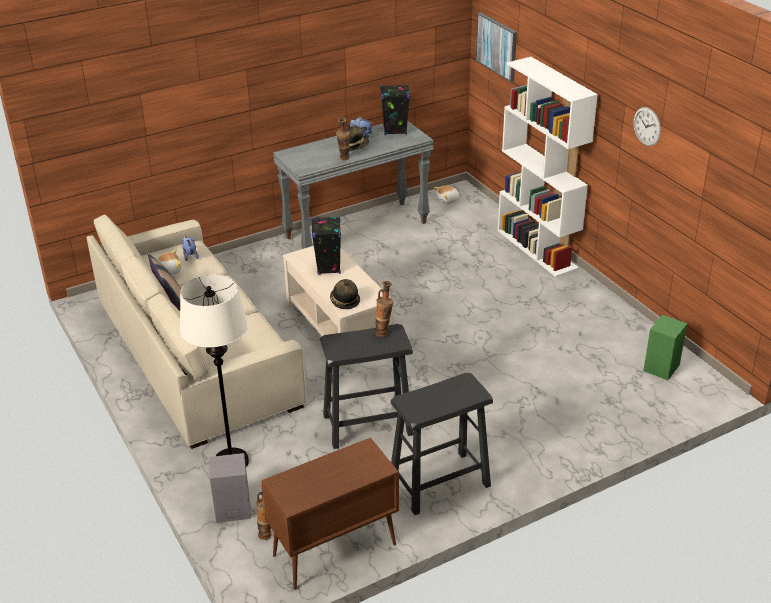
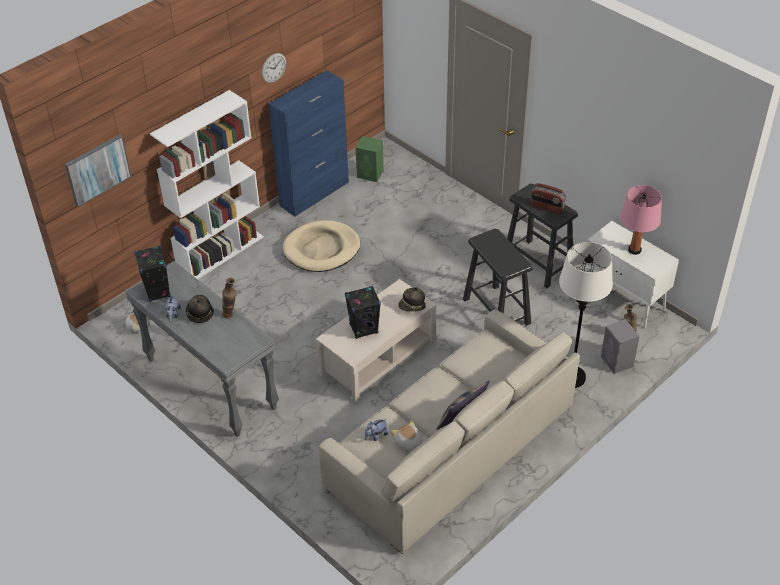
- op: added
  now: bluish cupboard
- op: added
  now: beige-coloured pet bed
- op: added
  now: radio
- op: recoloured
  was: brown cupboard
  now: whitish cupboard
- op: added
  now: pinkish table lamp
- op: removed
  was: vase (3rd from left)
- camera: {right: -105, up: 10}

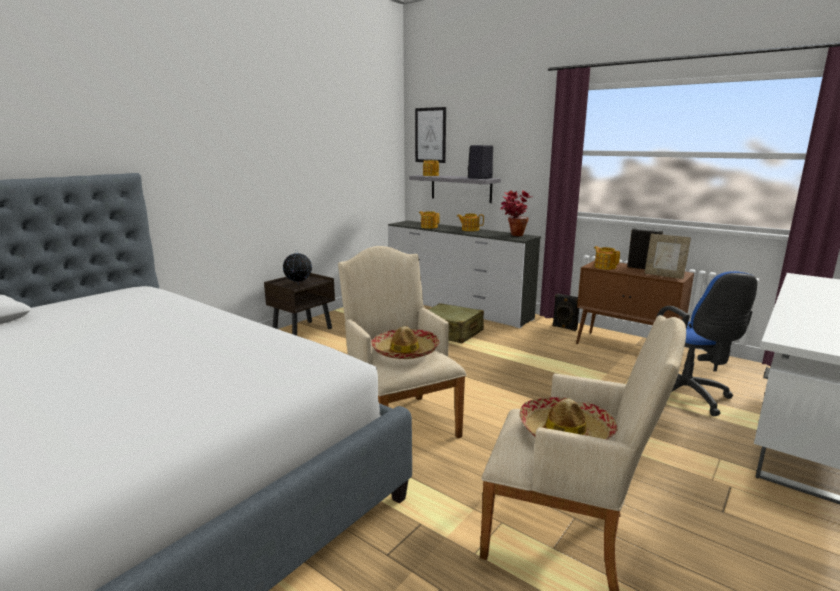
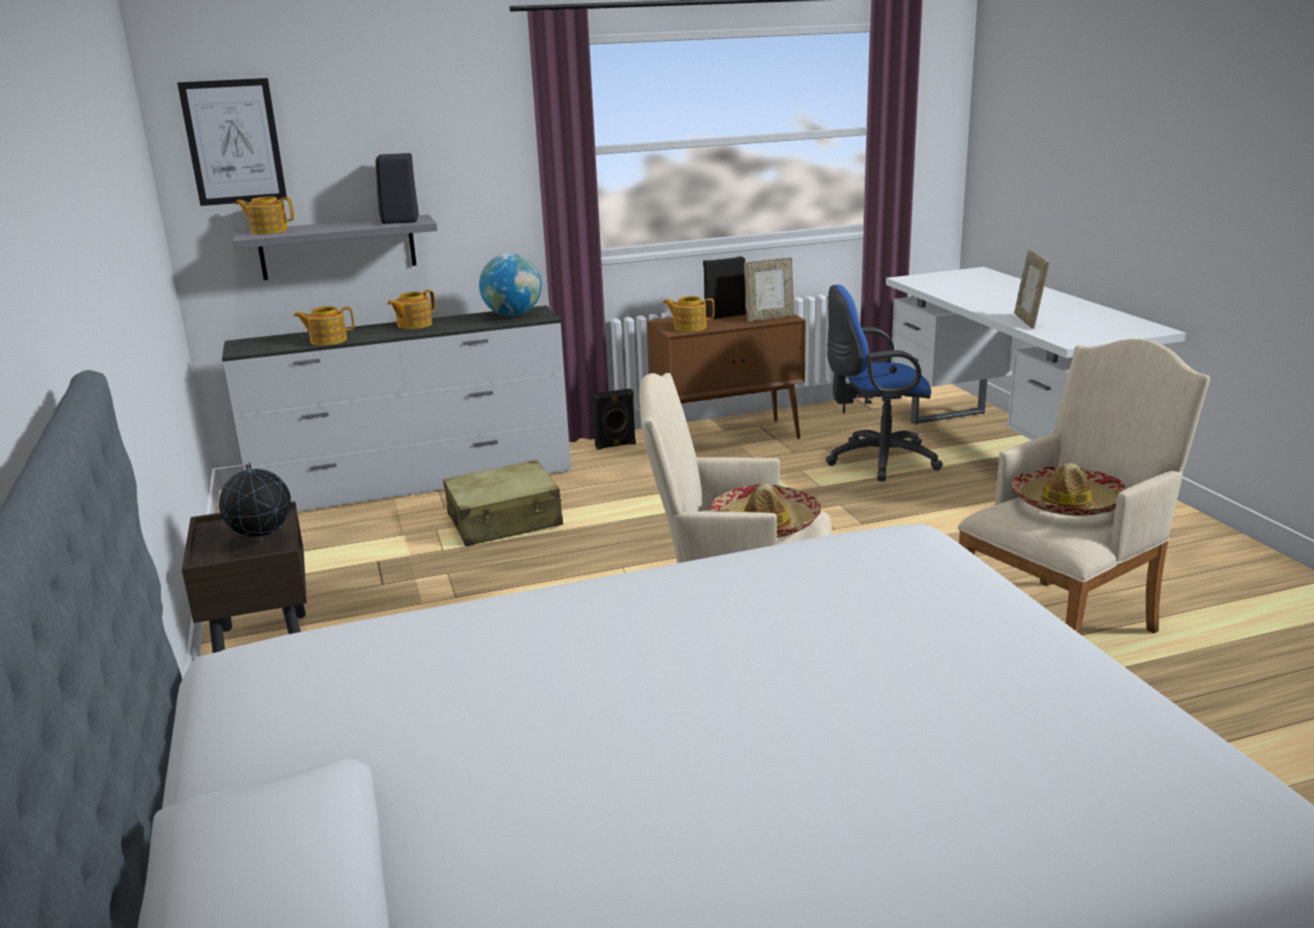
- op: replaced
  was: potted plant
  now: globe (2nd from left)
- op: turned
  was: bluish desk chair
  clockwise: 150
- op: added
  now: standing frame (2nd from left)
- camera: {right: -55, up: 5}

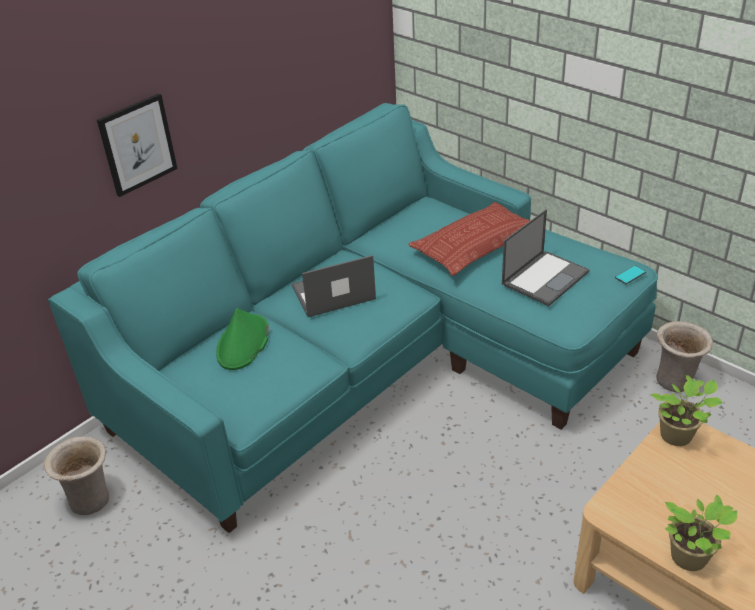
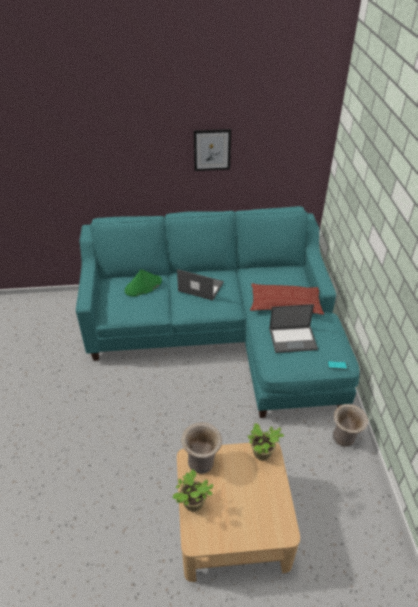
- op: moved
  was: beige-coloured vase (1st from left)
- op: moved
  was: picture
- camera: {right: 40, up: 5}

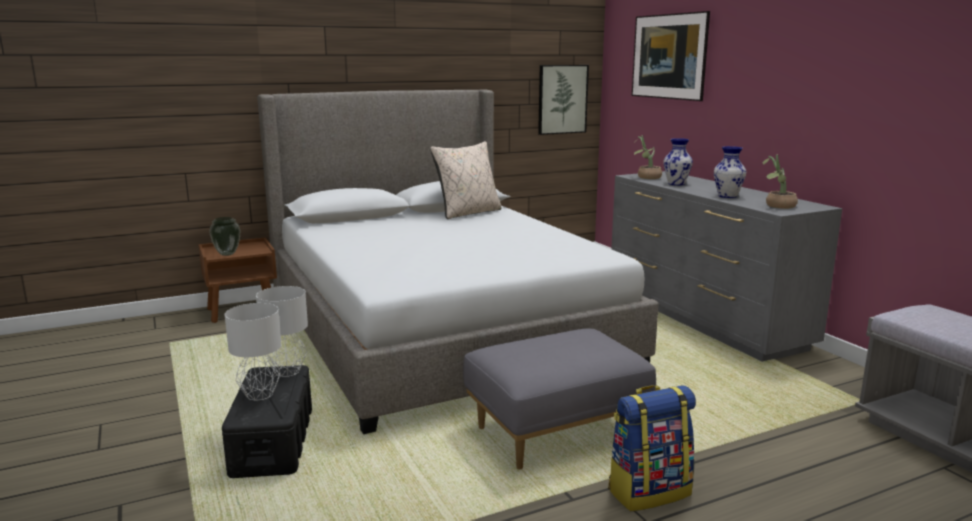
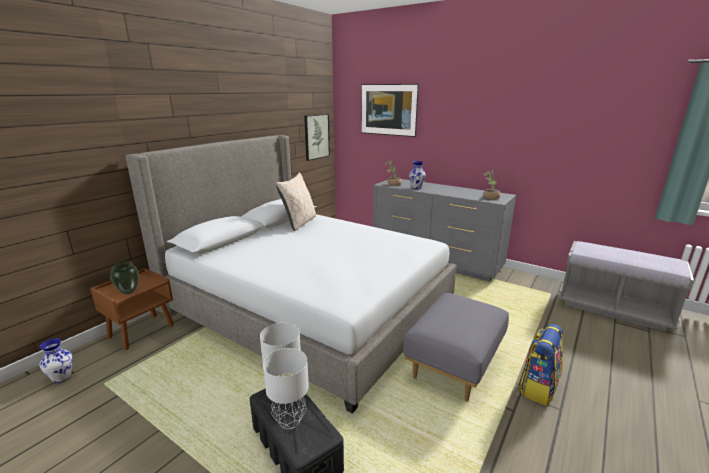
- op: moved
  was: vase (3rd from left in the first image)
  now: vase (1st from left)
- camera: {right: -30, up: 5}

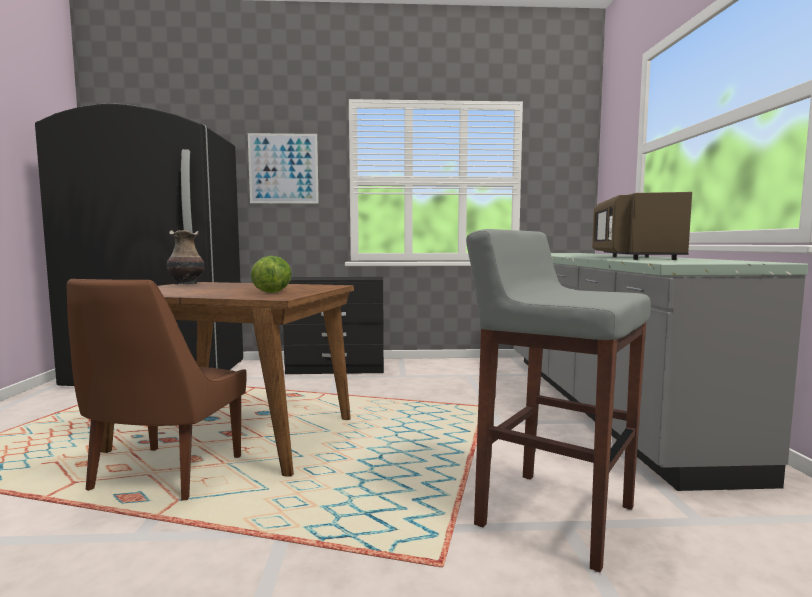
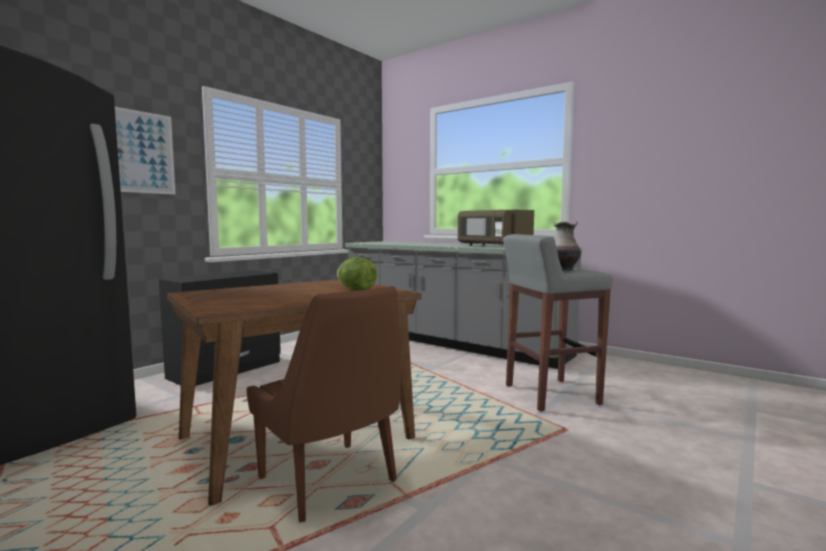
- op: moved
  was: vase
- camera: {right: -50, up: 0}

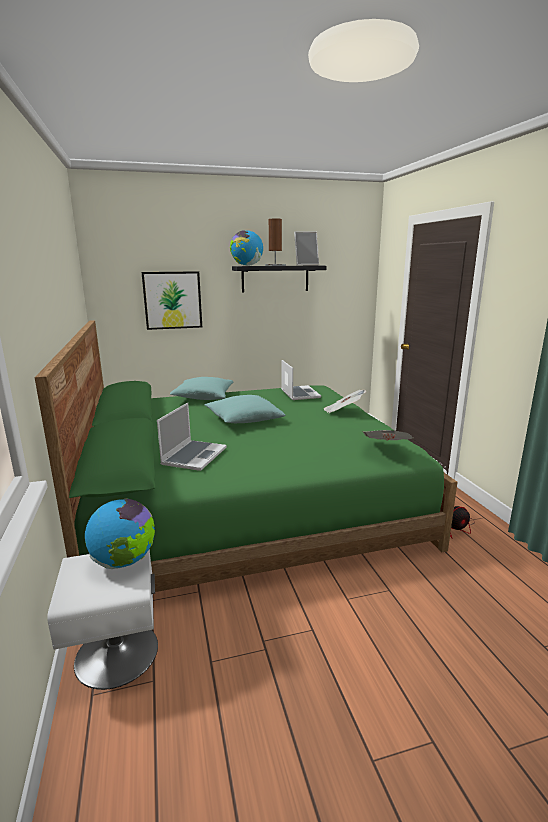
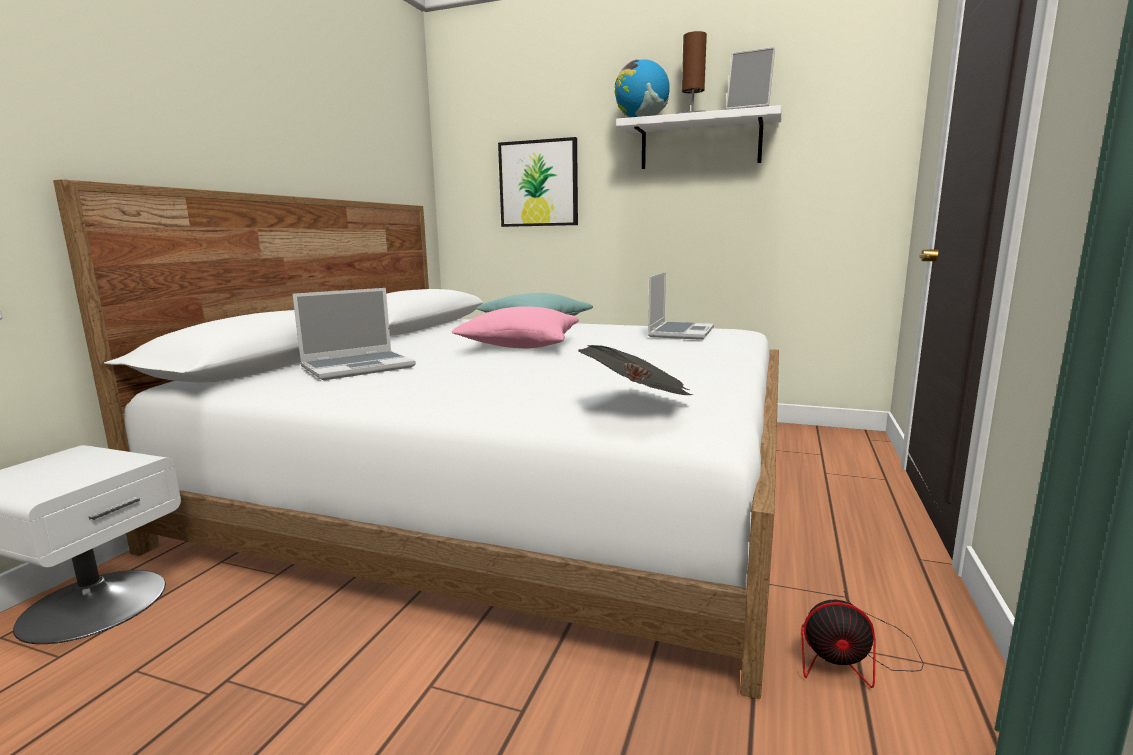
- op: recoloured
  was: green sleeping bed
  now: whitish sleeping bed
- op: recoloured
  was: blue-green throw pillow (2nd from left)
  now: pinkish throw pillow
- op: recoloured
  was: blackish shelf
  now: whitish shelf
- op: removed
  was: globe (1st from left)
- op: removed
  was: newspaper (1st from left)
- camera: {right: 35, up: -5}

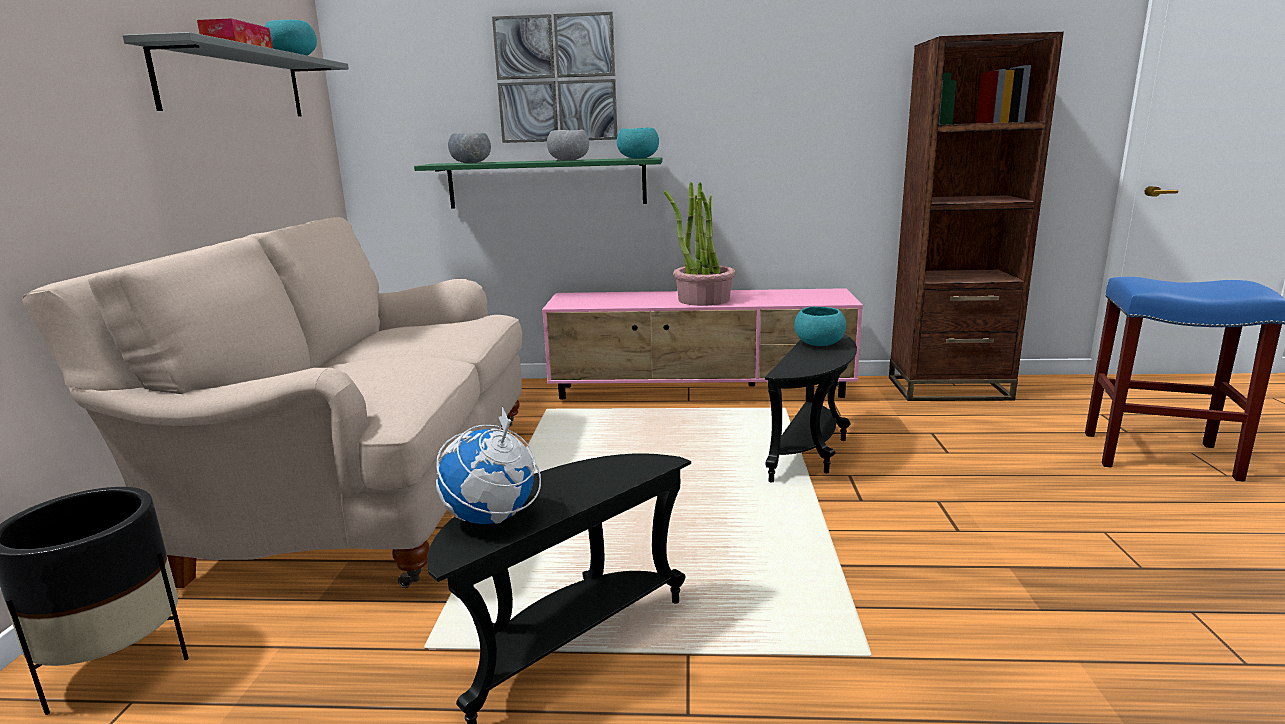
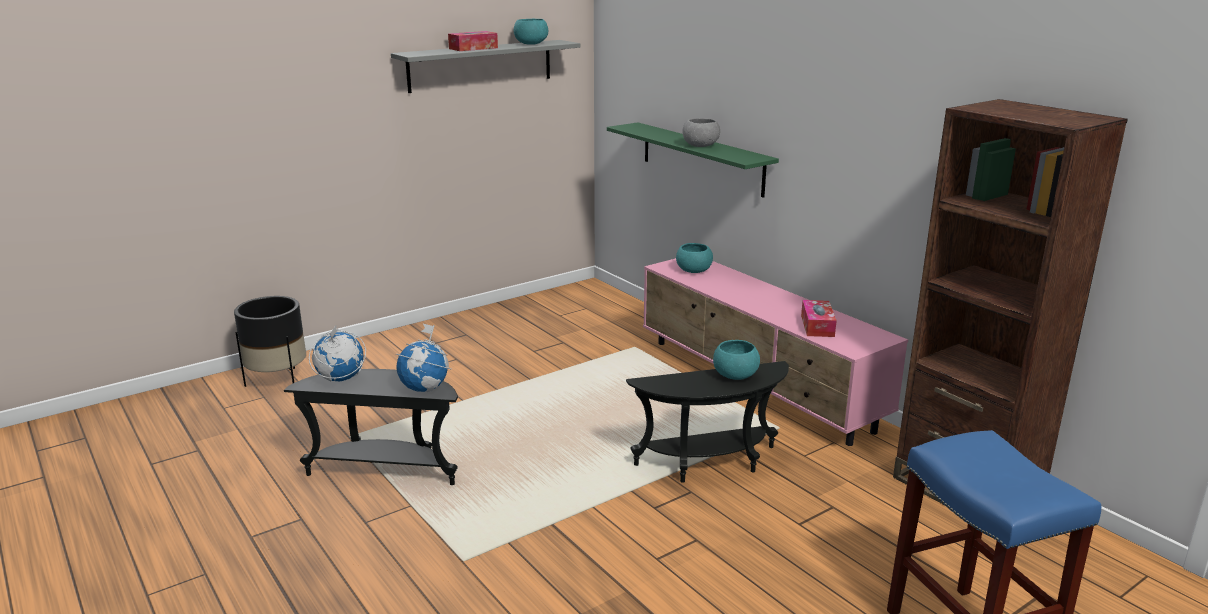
- op: added
  now: globe (2nd from left)
- op: moved
  was: blue-green bowl (2nd from left)
- op: added
  now: tissue holder (2nd from left)
- op: removed
  was: beige-coloured sofa
- op: removed
  was: greyish bowl (1st from left)
- op: removed
  was: picture
- op: removed
  was: potted plant
- camera: {right: 50, up: 5}

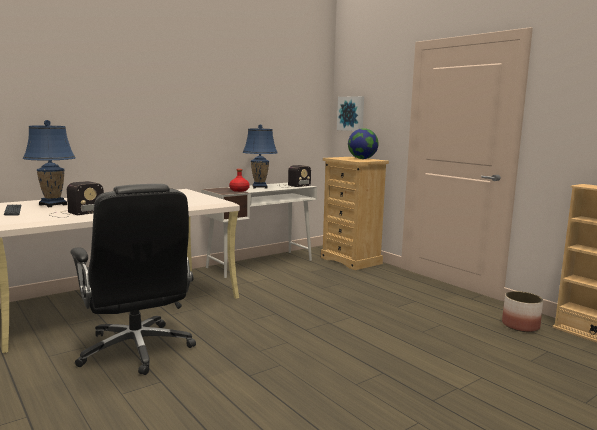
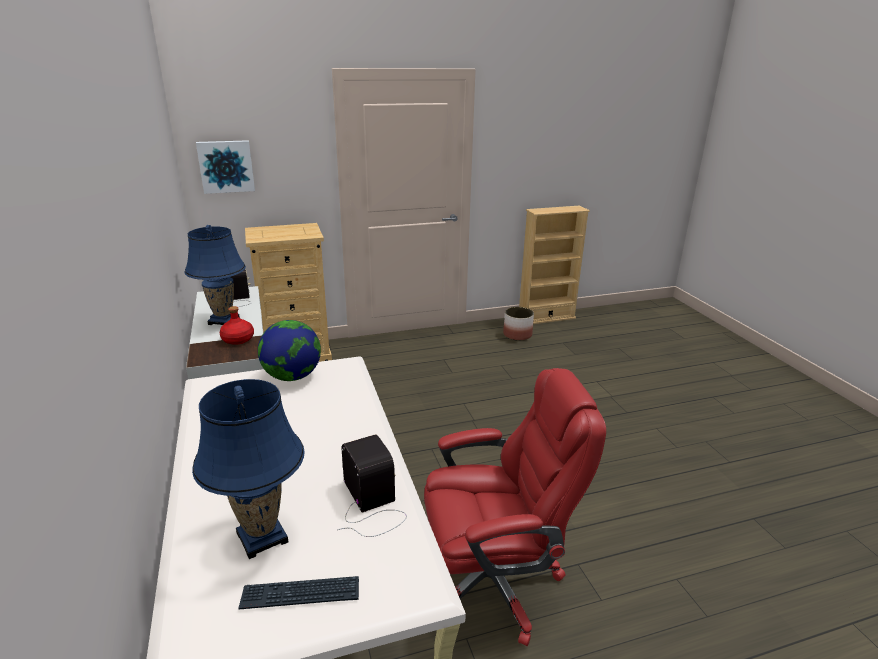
- op: moved
  was: globe
- op: recoloured
  was: blackish desk chair
  now: red-coloured desk chair
- camera: {right: -70, up: 15}

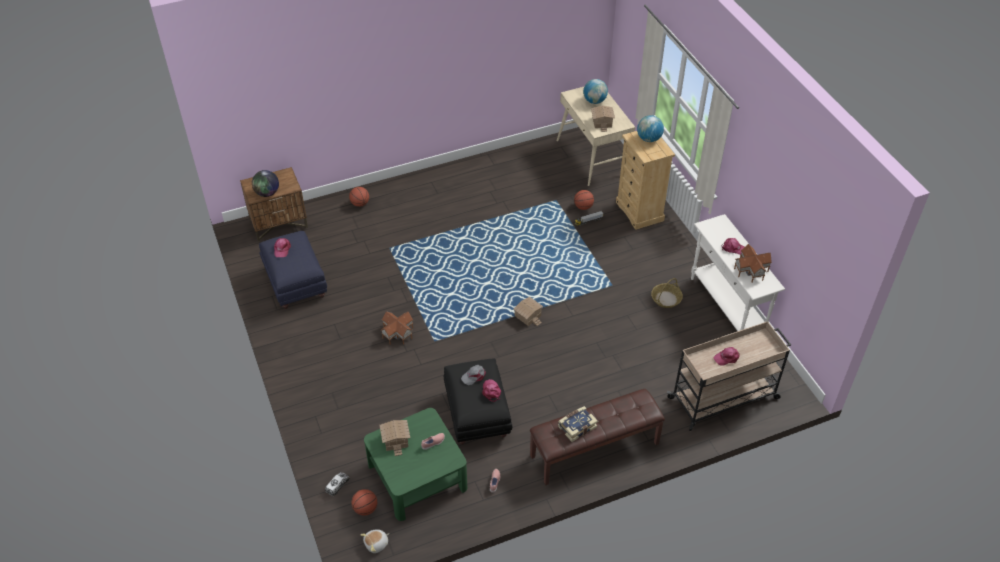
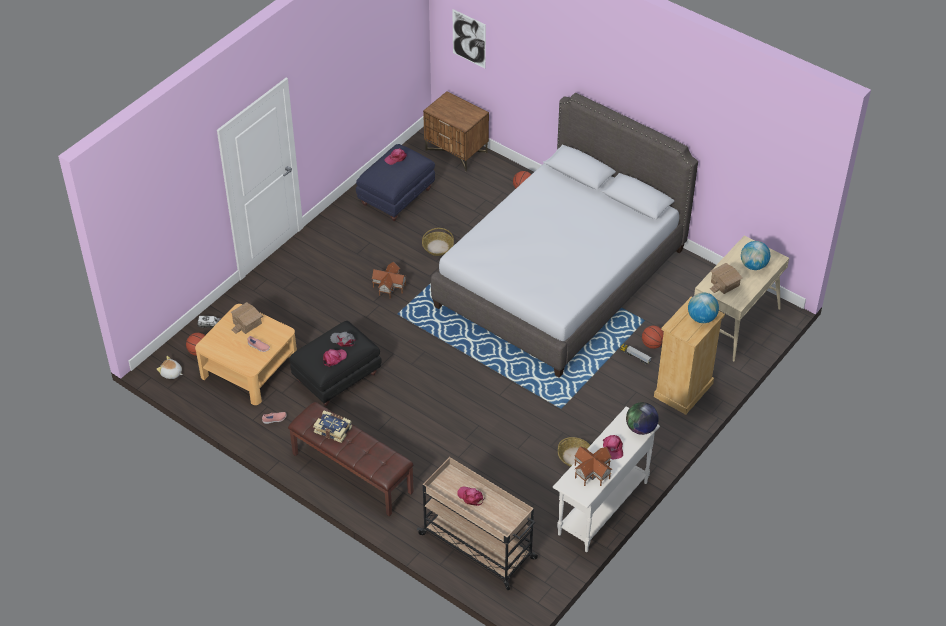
- op: recoloured
  was: green lounge table
  now: beige-coloured lounge table
- op: added
  now: basket (1st from left)
- op: added
  now: greyish sleeping bed
- op: added
  now: picture
- op: moved
  was: globe (1st from left)
- op: removed
  was: model house (3rd from left)
- camera: {right: 60, up: 0}

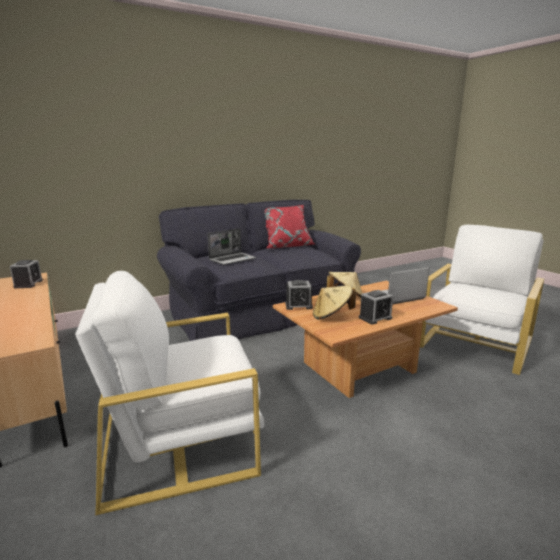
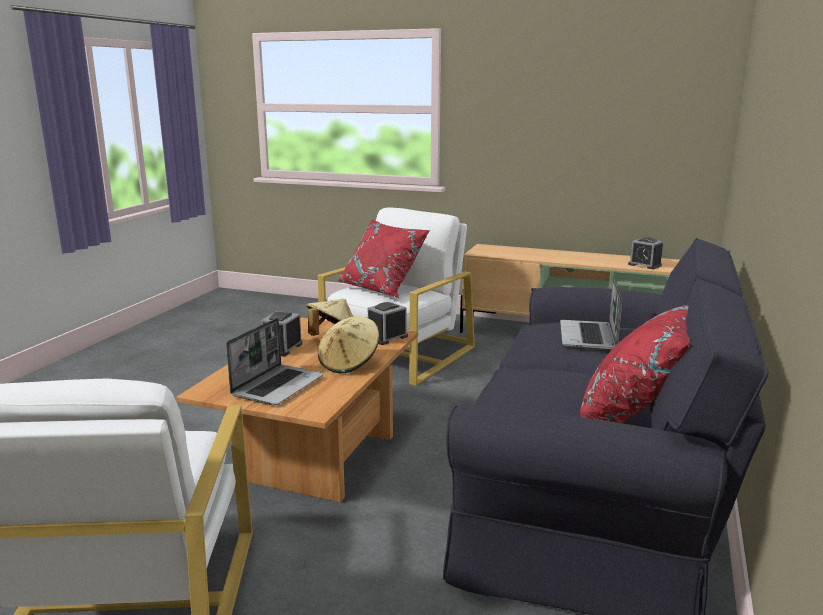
- op: added
  now: red-coloured throw pillow (1st from left)
- camera: {right: 140, up: 0}

